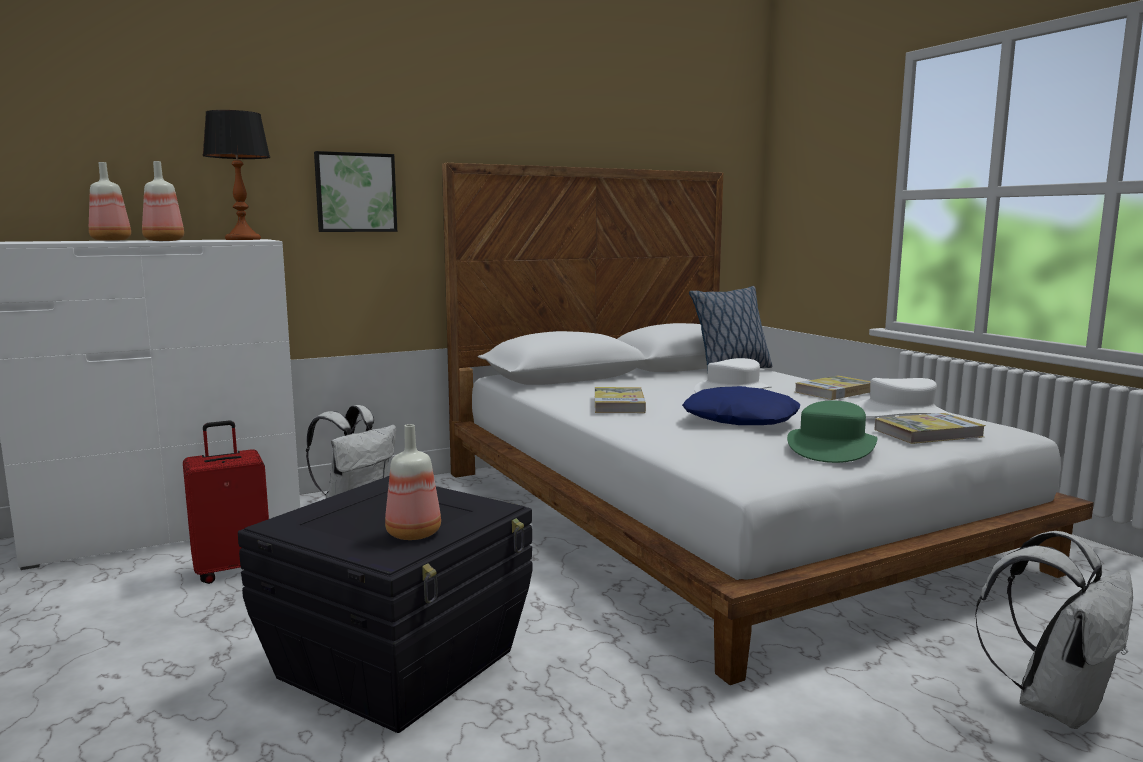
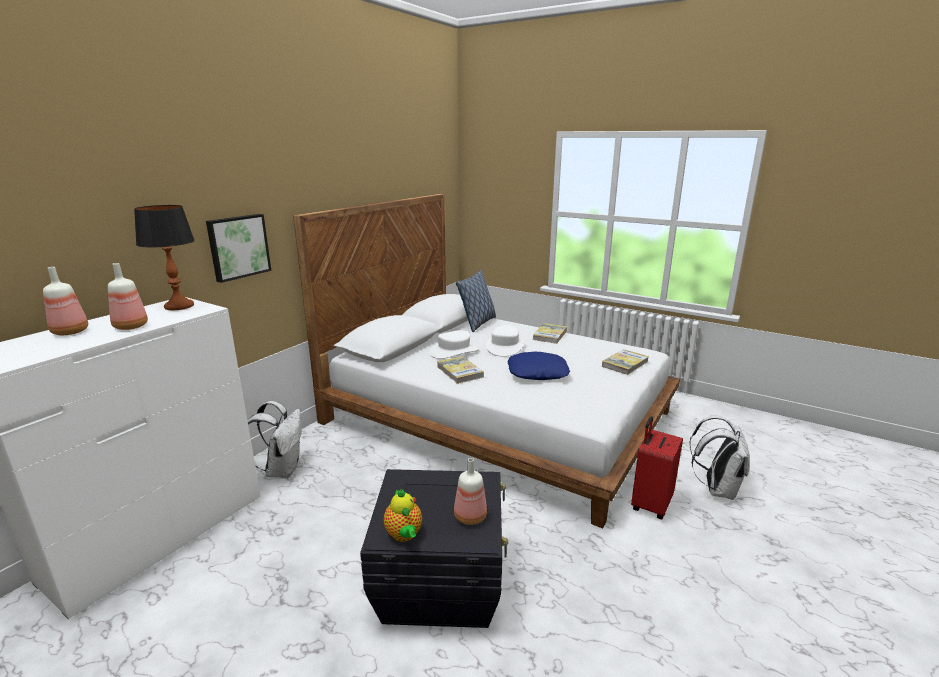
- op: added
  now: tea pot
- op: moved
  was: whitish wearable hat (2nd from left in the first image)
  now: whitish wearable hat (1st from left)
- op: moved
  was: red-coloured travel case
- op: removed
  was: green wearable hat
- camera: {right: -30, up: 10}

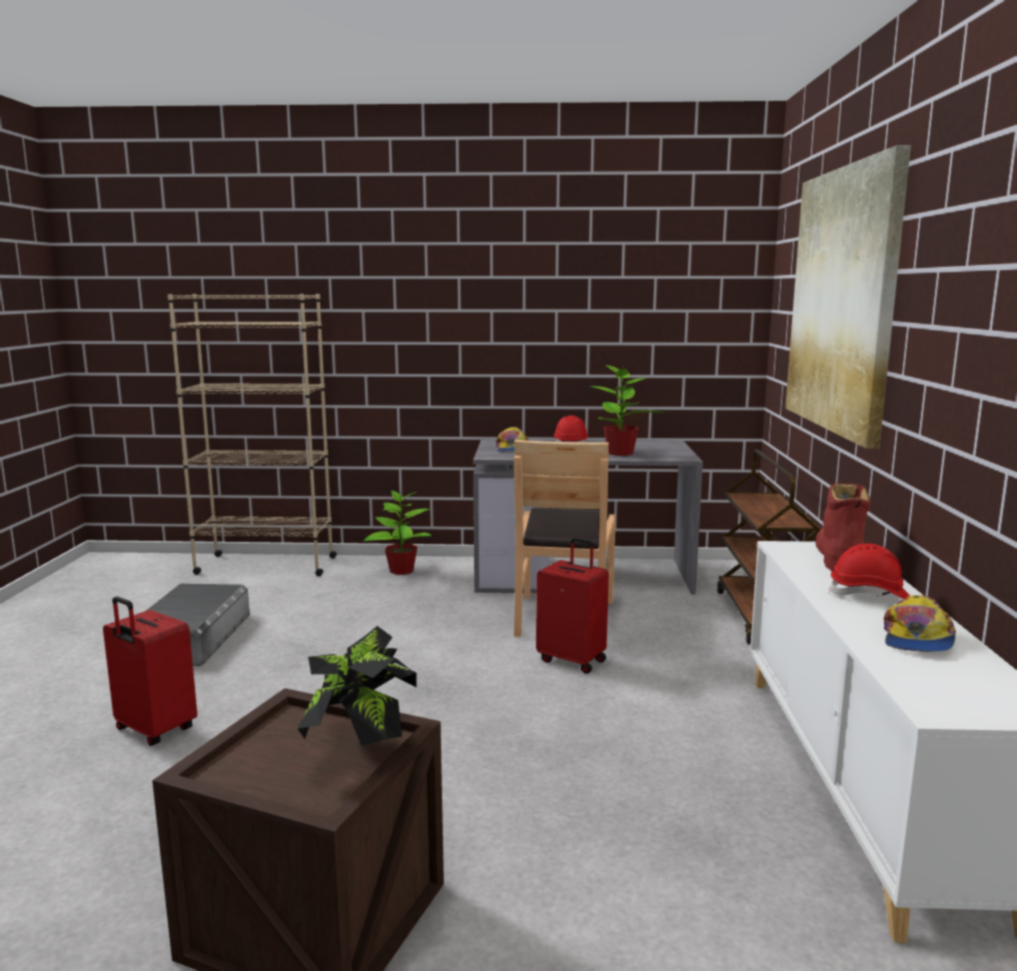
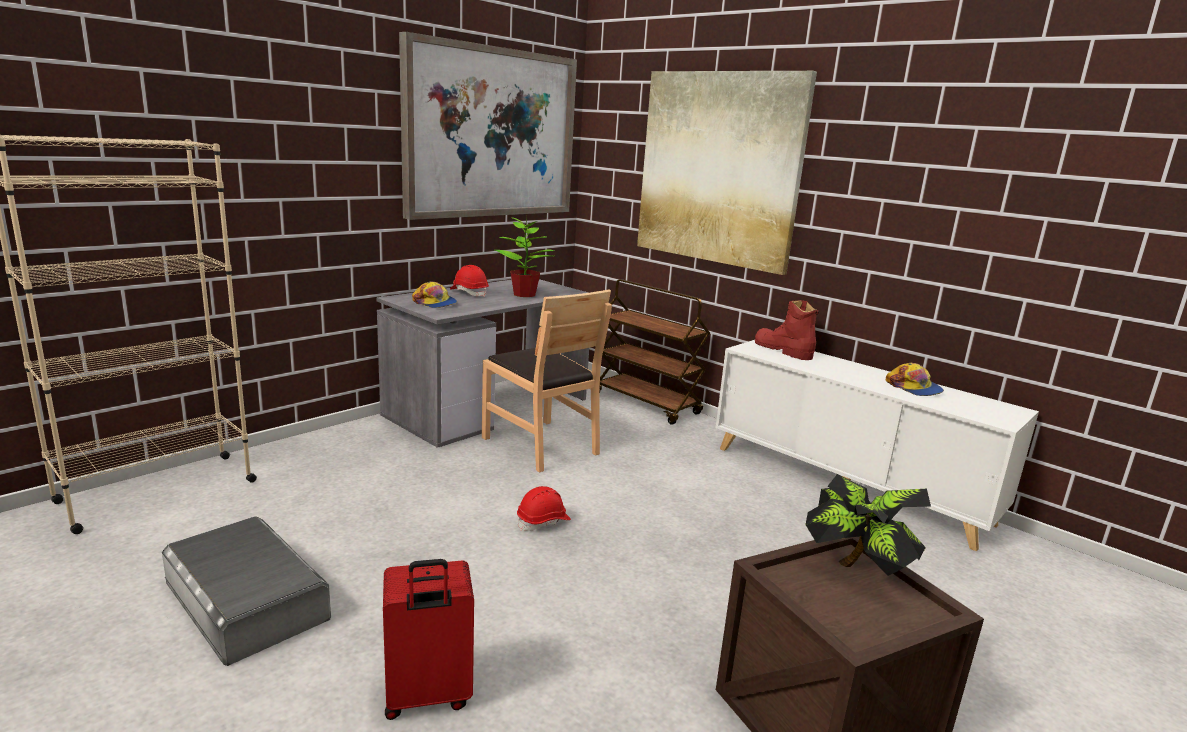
- op: added
  now: picture (1st from left)
- op: moved
  was: red-coloured safety helmet (2nd from left)
- op: removed
  was: potted plant (2nd from left)
- op: removed
  was: red-coloured travel case (2nd from left)
- camera: {right: -50, up: 5}

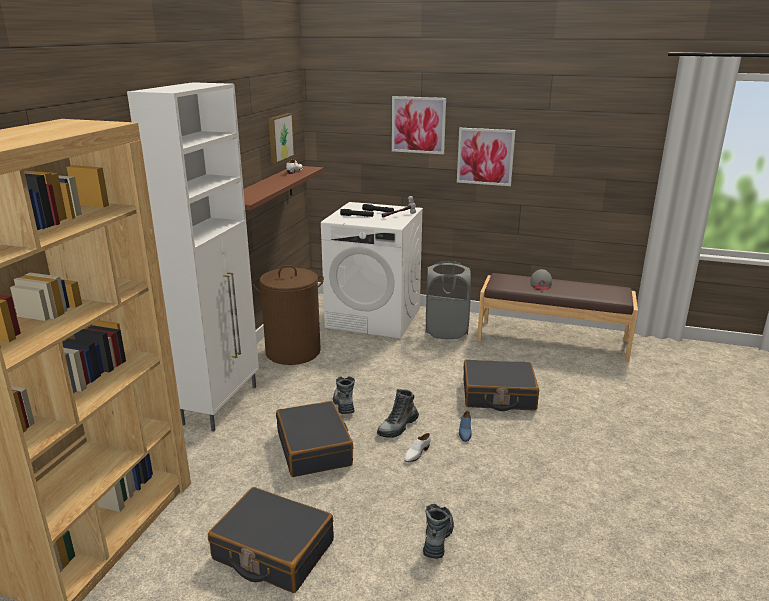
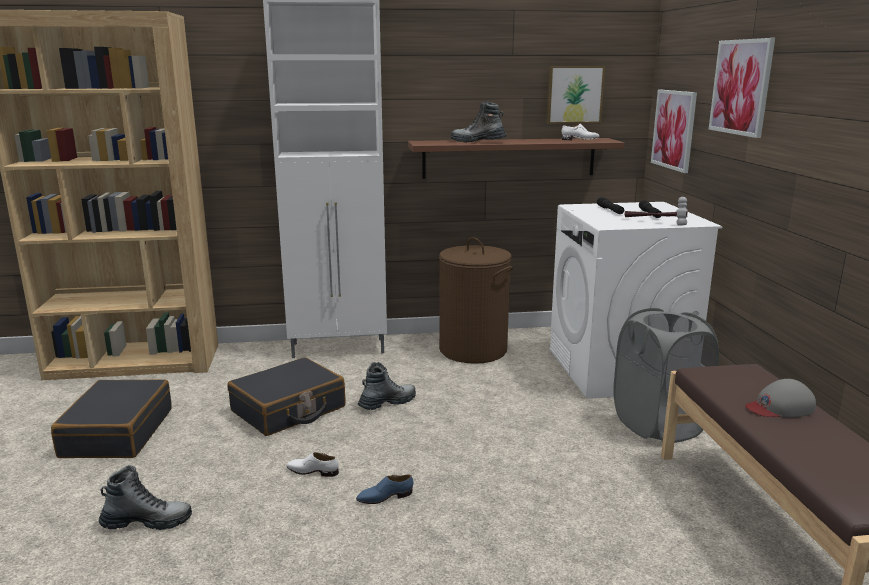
- op: moved
  was: boot (2nd from left in the first image)
  now: boot (3rd from left)
- op: moved
  was: picture (3rd from left in the first image)
  now: picture (2nd from left)
- op: removed
  was: blackish travel case (3rd from left)
- camera: {right: 65, up: -5}

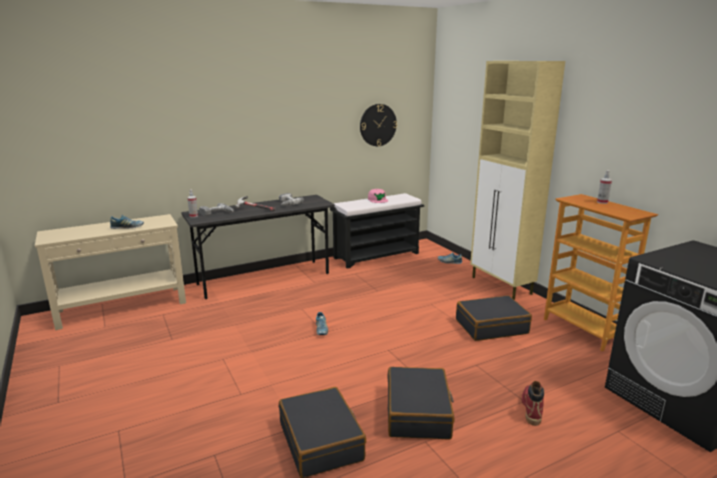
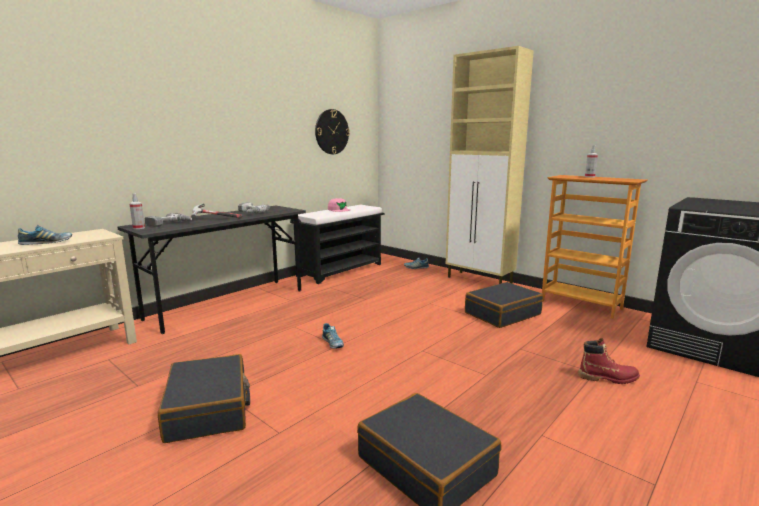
- op: moved
  was: blackish travel case (2nd from left in the first image)
  now: blackish travel case (1st from left)
- op: turned
  was: red-coloured boot
  clockwise: 105
- camera: {right: -20, up: -5}

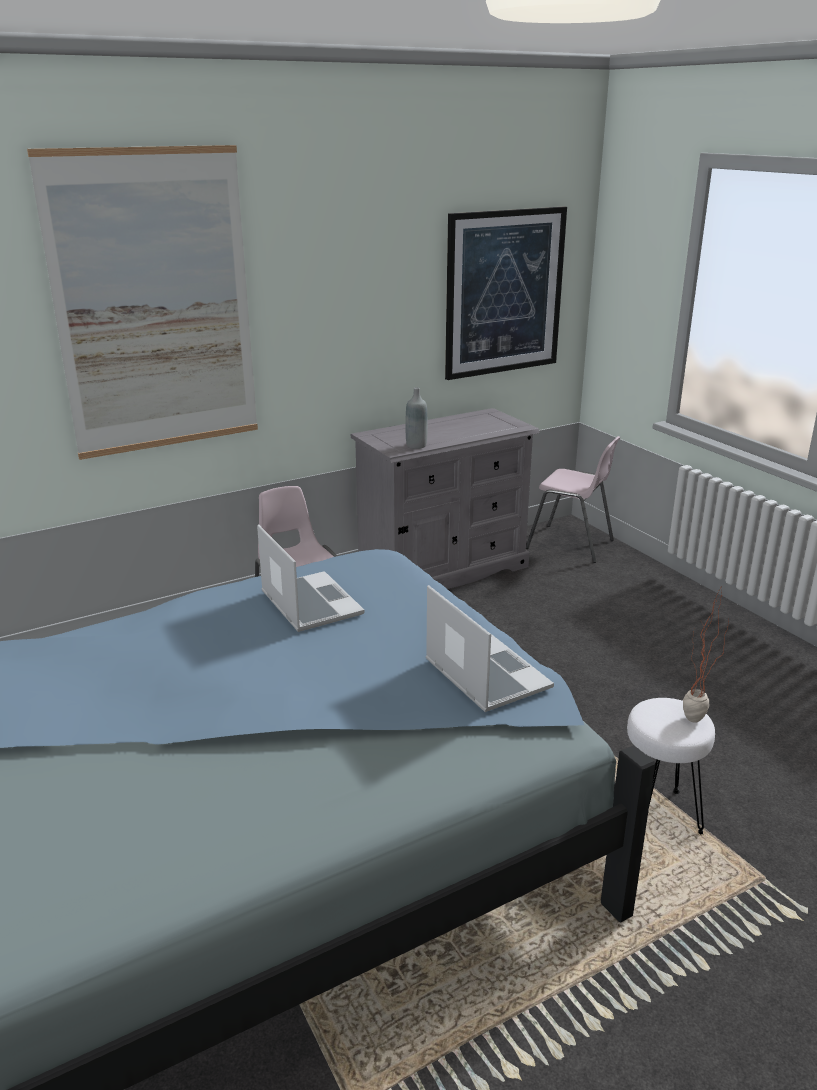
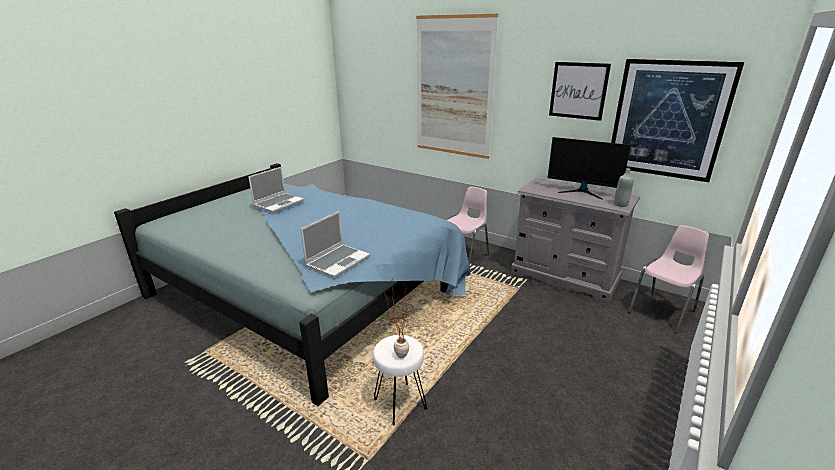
- op: moved
  was: laptop (1st from left)
- op: added
  now: computer display
- op: added
  now: picture (2nd from left)
- op: moved
  was: greyish drink bottle
- op: turned
  was: pinkish plain chair (2nd from left)
  clockwise: -135
- camera: {right: 65, up: 0}

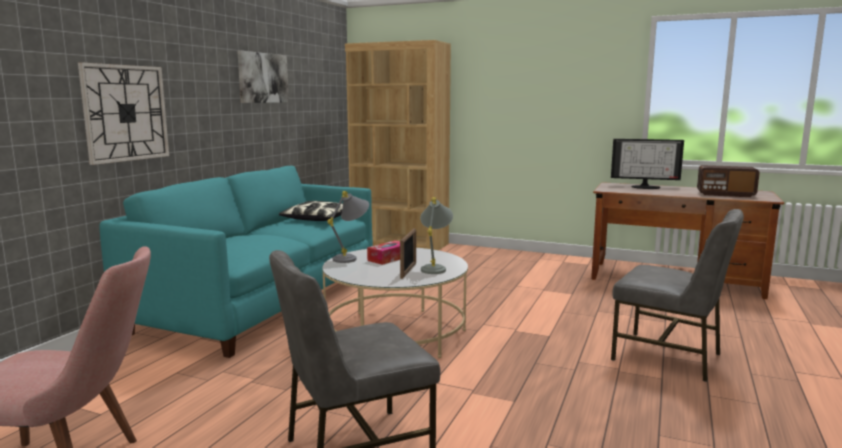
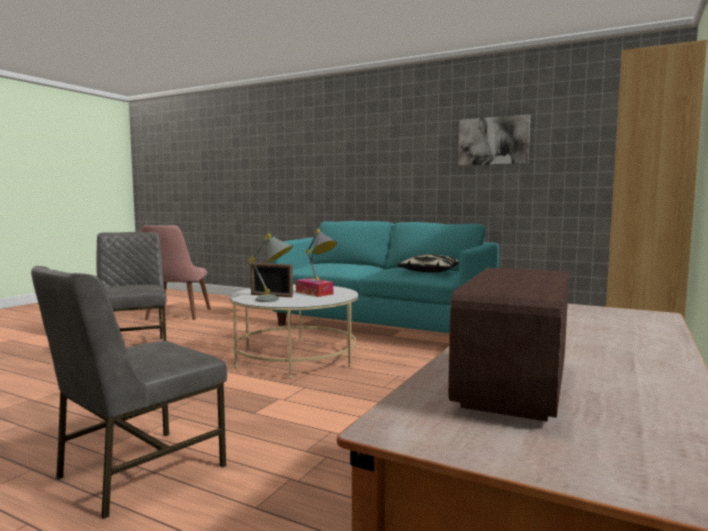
- op: removed
  was: wall clock
- op: removed
  was: computer display
- camera: {right: 95, up: -5}

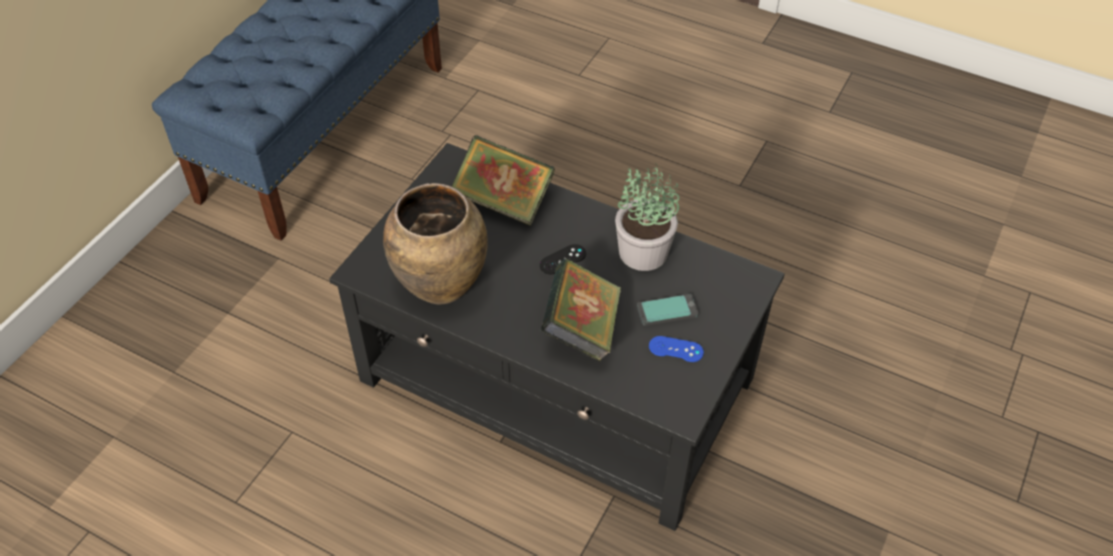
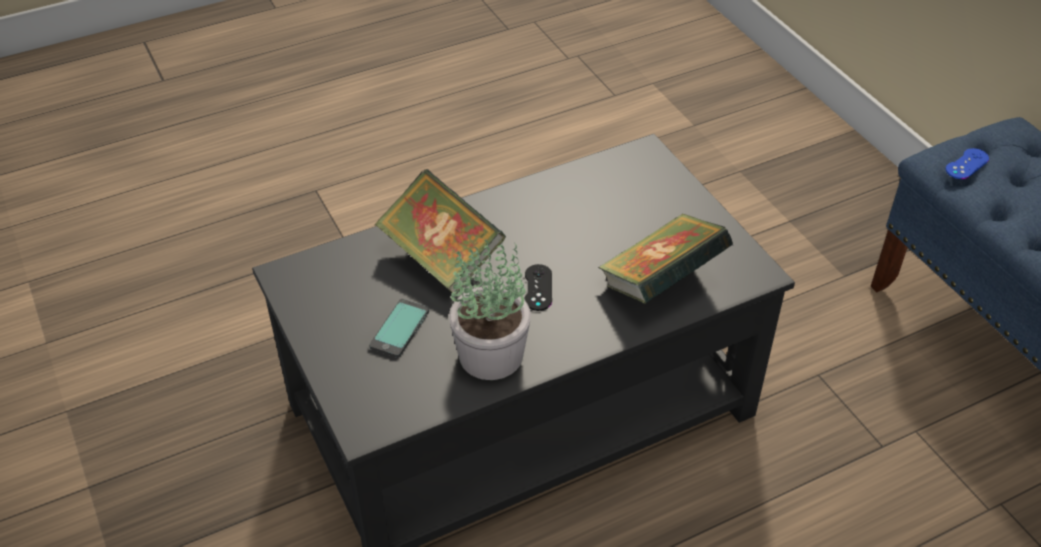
- op: moved
  was: bluish joypad
- op: removed
  was: brown vase
- camera: {right: 125, up: -5}

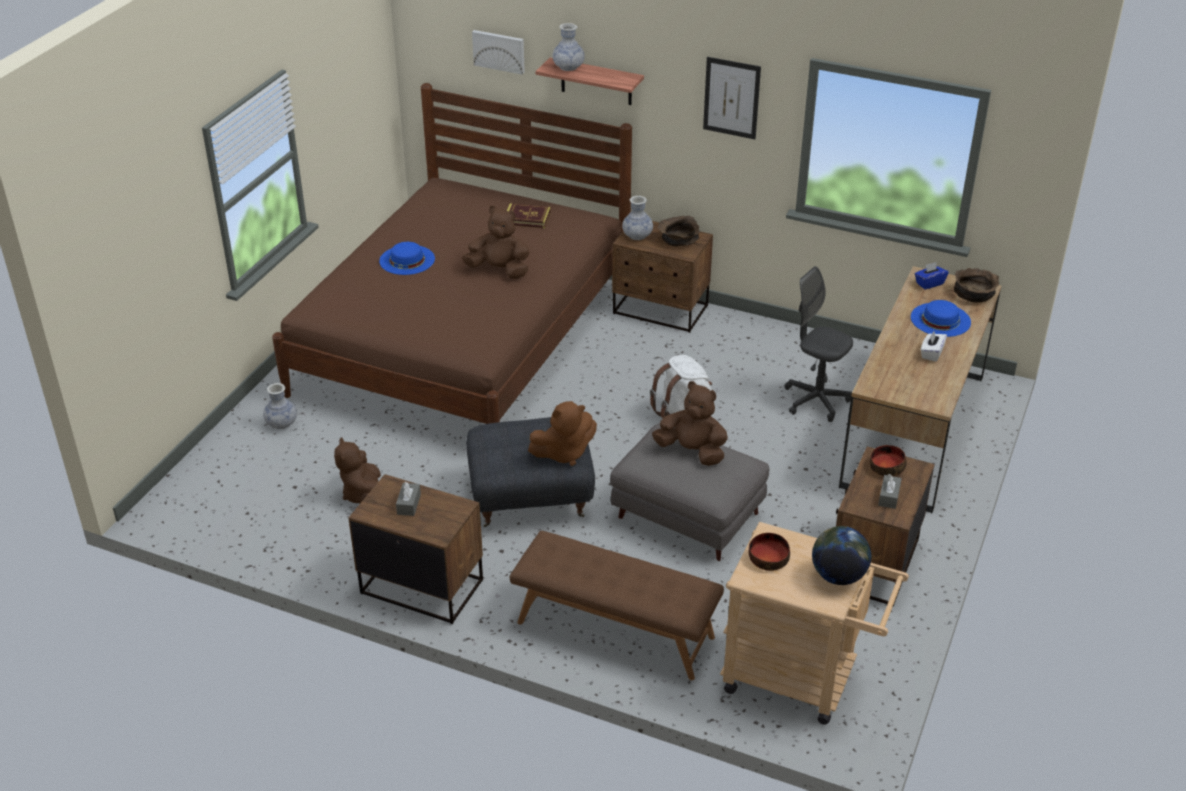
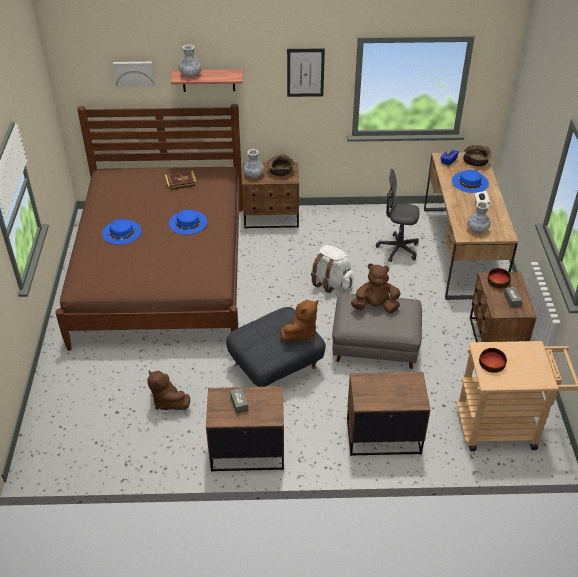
- op: replaced
  was: brown cuddly toy (2nd from left)
  now: bluish wearable hat (2nd from left)
- op: replaced
  was: brown bench
  now: brown night table (3rd from left)
- op: moved
  was: vase (1st from left in the first image)
  now: vase (3rd from left)
- op: removed
  was: globe
- camera: {right: -25, up: 5}

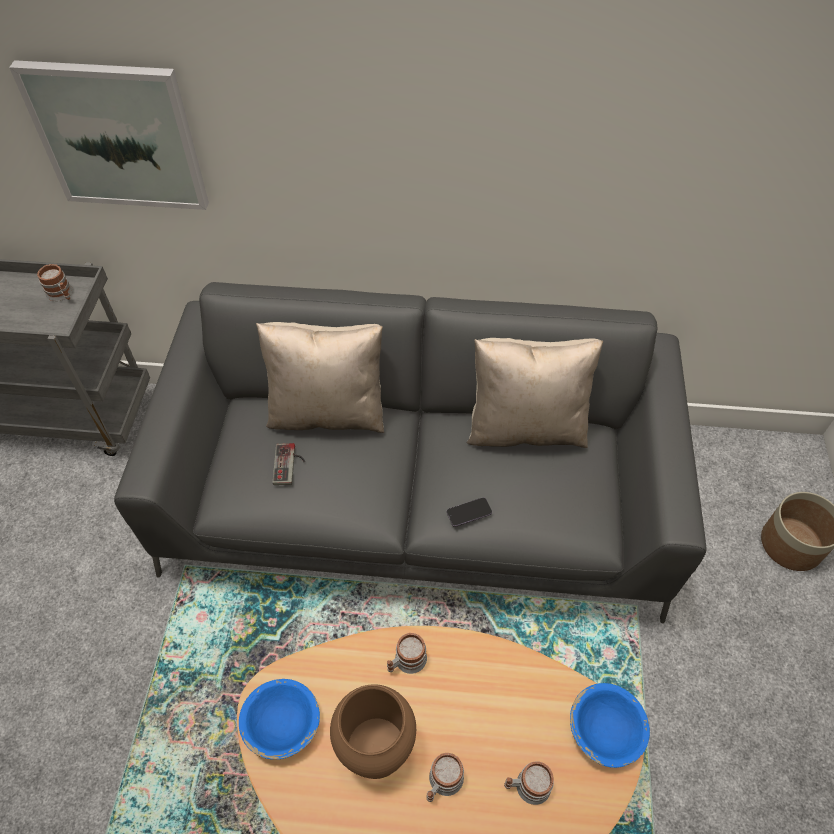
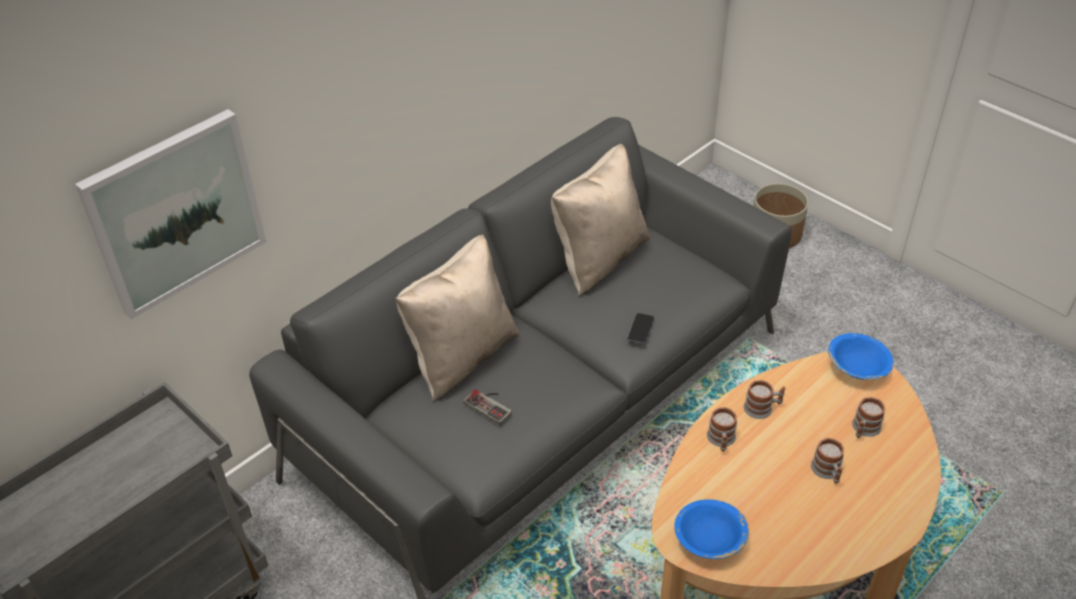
- op: moved
  was: tea mug (1st from left in the first image)
  now: tea mug (2nd from left)
- op: removed
  was: brown vase
- camera: {right: -50, up: -10}

